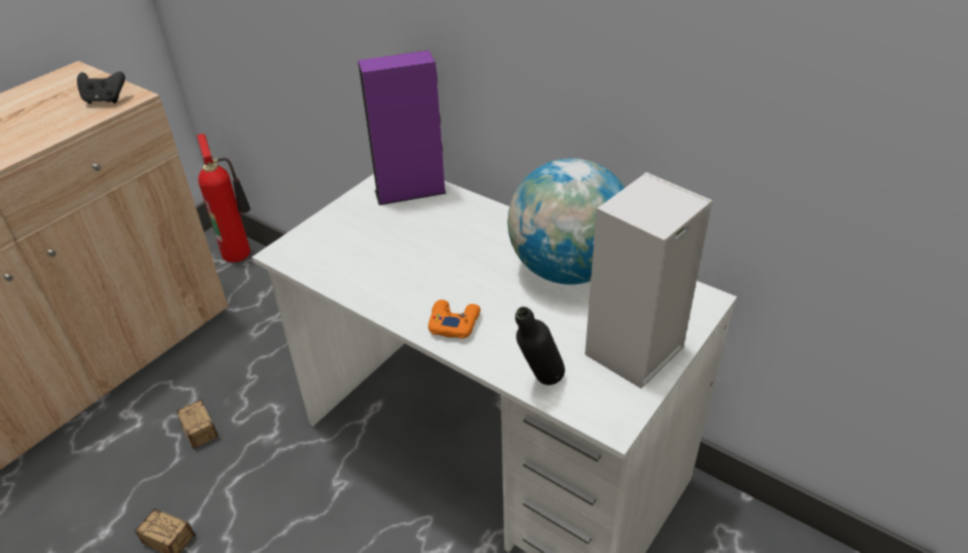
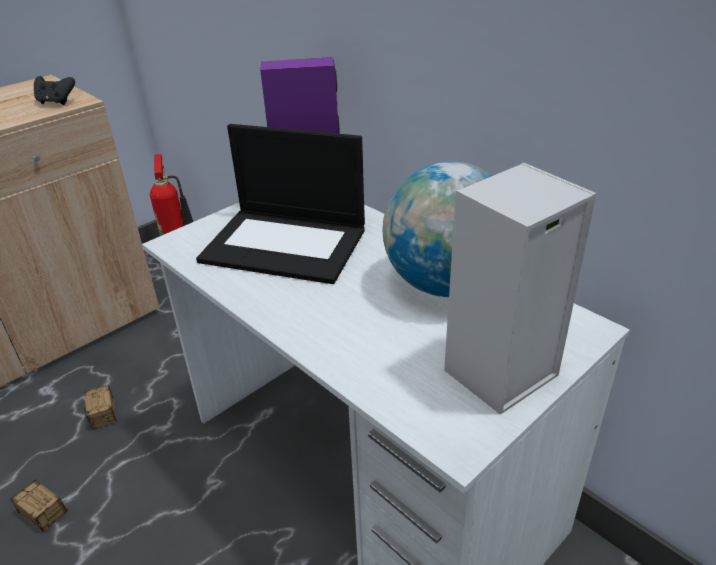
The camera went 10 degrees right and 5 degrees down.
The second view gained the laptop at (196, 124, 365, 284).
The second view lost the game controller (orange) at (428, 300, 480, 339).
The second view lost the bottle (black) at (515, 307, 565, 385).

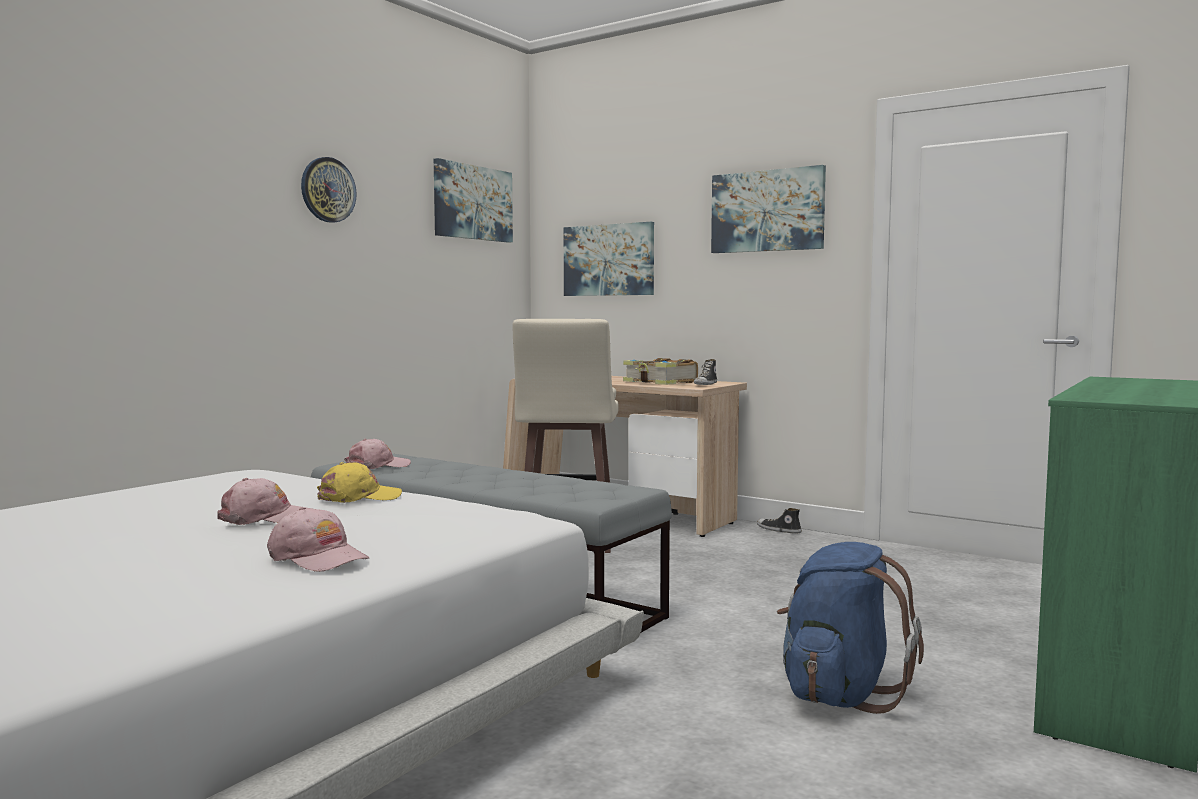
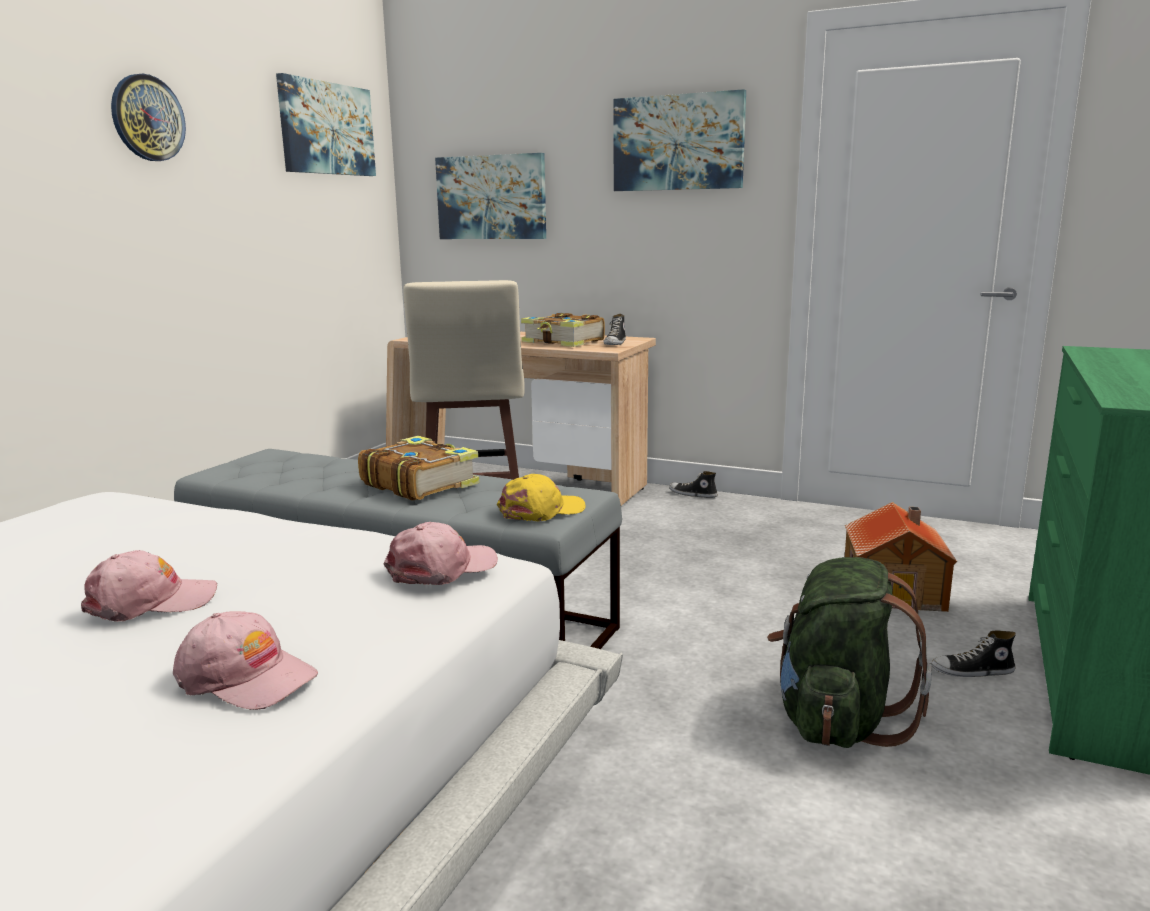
The camera went 10 degrees left and 10 degrees up.
The second view gained the book at (358, 436, 479, 501).
The cap (pink) ended up elsewhere, having gone from (344, 439, 411, 469) to (383, 522, 498, 585).
The cap (yellow) ended up elsewhere, having gone from (317, 462, 402, 503) to (497, 474, 586, 521).
What was the backpack (blue) at (777, 542, 924, 714) turned into the backpack (green) at (767, 557, 932, 748).
The second view gained the toy house at (845, 502, 957, 612).
The second view gained the shoe at (931, 631, 1016, 677).

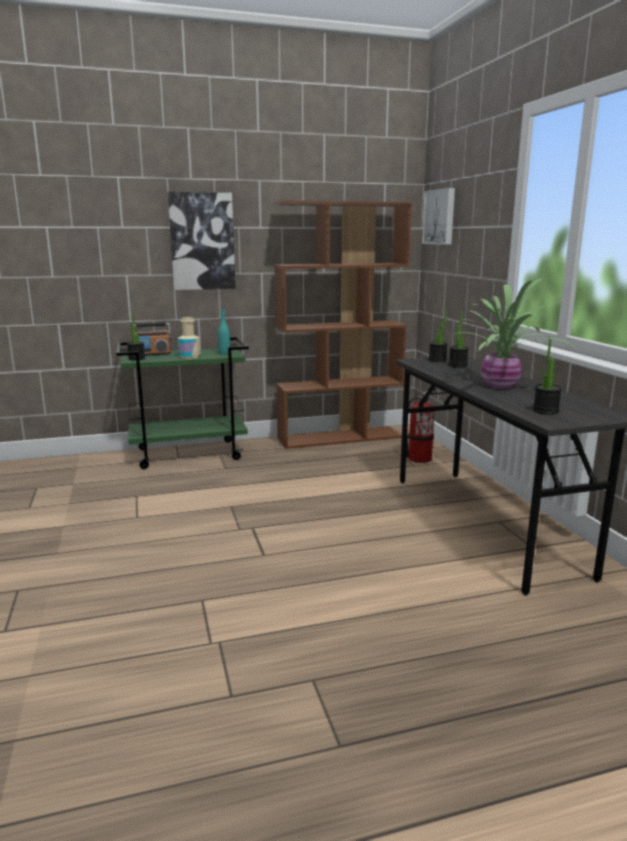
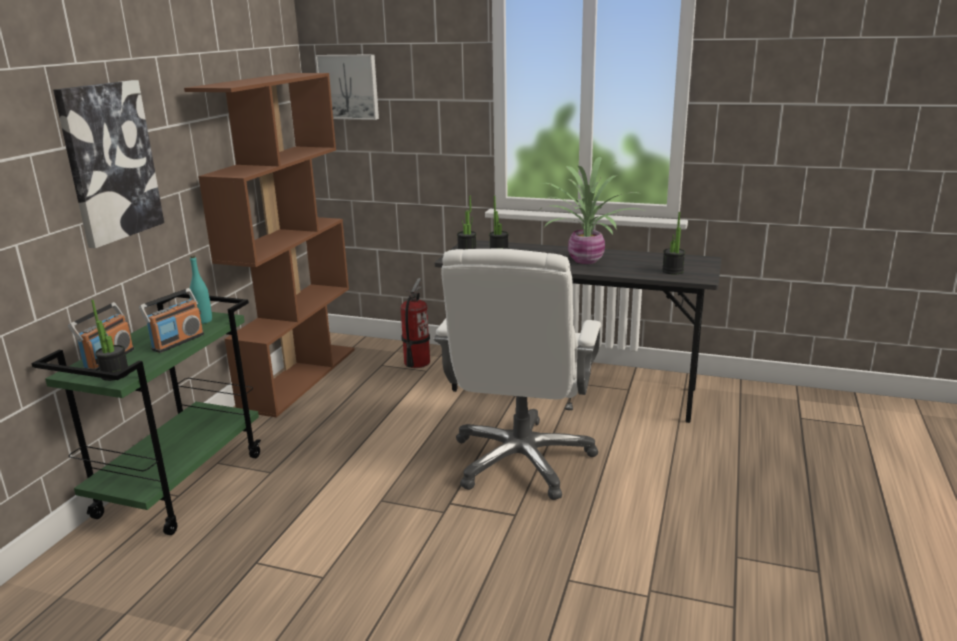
The camera went 55 degrees left and 5 degrees up.
Where the bottle (beige) stood at (178, 317, 200, 359), the radio came to stand at (139, 288, 204, 353).
The second view gained the office chair (white) at (434, 249, 601, 500).

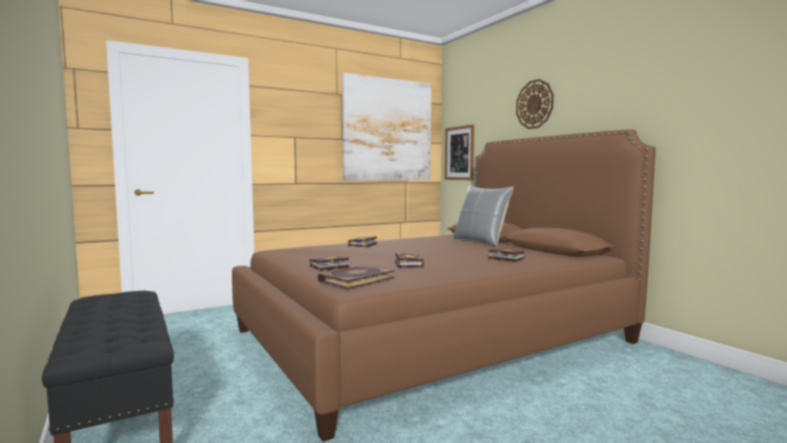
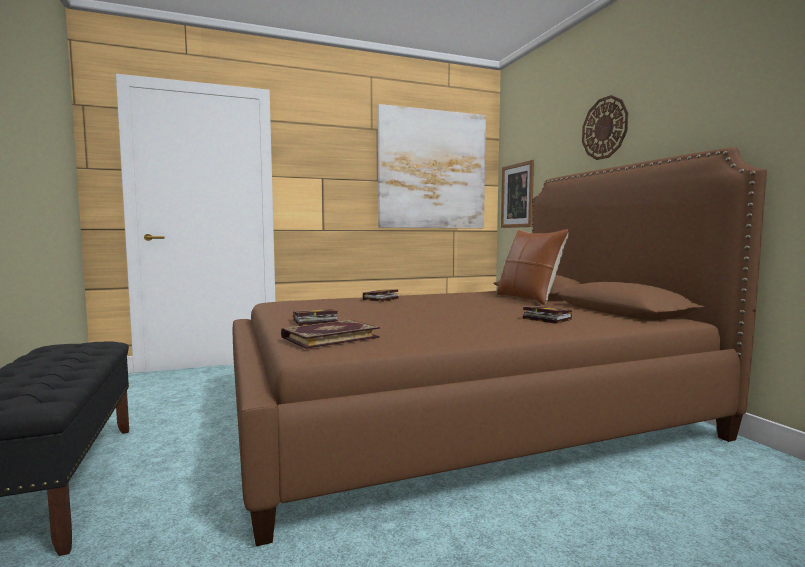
The camera went 10 degrees right and 0 degrees up.
What was the pillow (grey) at (453, 185, 514, 247) turned into the pillow (brown) at (497, 229, 569, 305).
The second view lost the book at (395, 253, 424, 268).

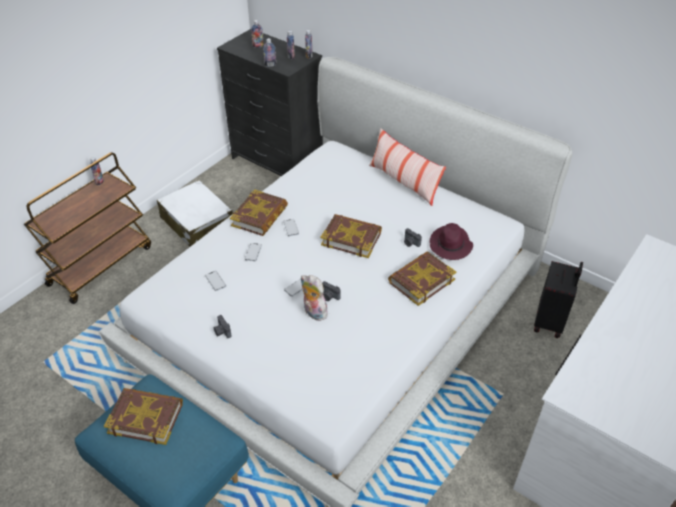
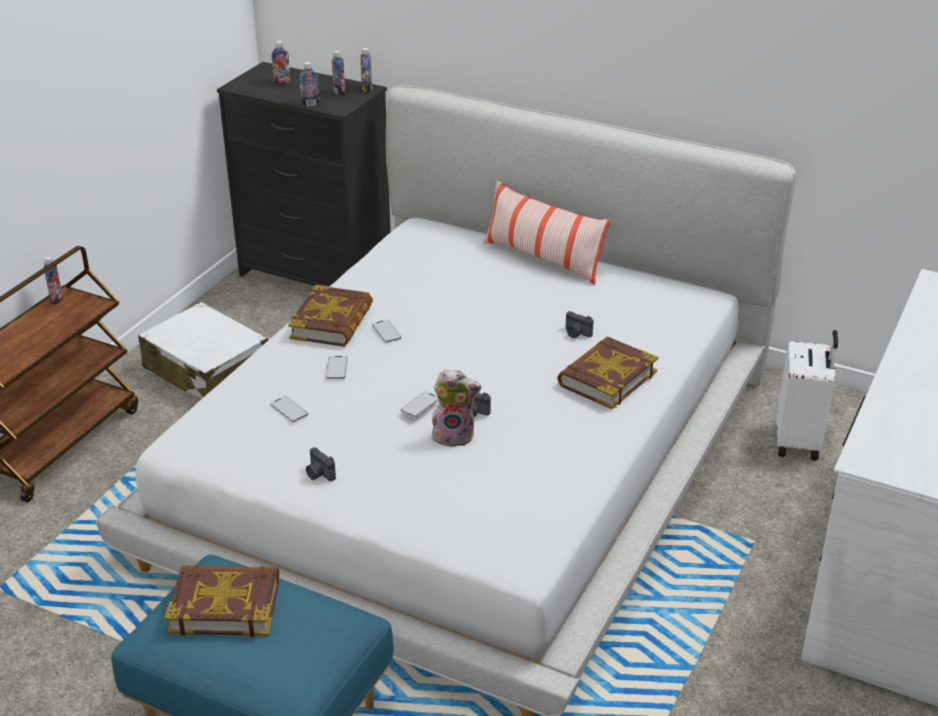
The camera went 10 degrees left and 10 degrees down.
The plush toy at (301, 275, 328, 321) ended up facing another way, 150 degrees clockwise from before.
What was the suitcase (black) at (534, 261, 583, 338) turned into the suitcase (white) at (777, 330, 838, 461).
The second view lost the book at (320, 214, 382, 258).
The second view lost the hat (purple) at (430, 223, 473, 260).

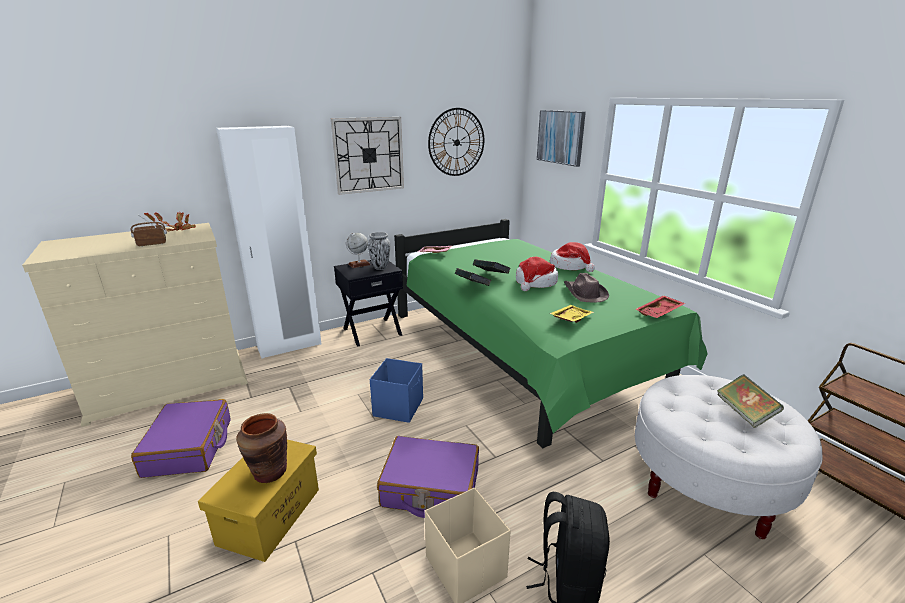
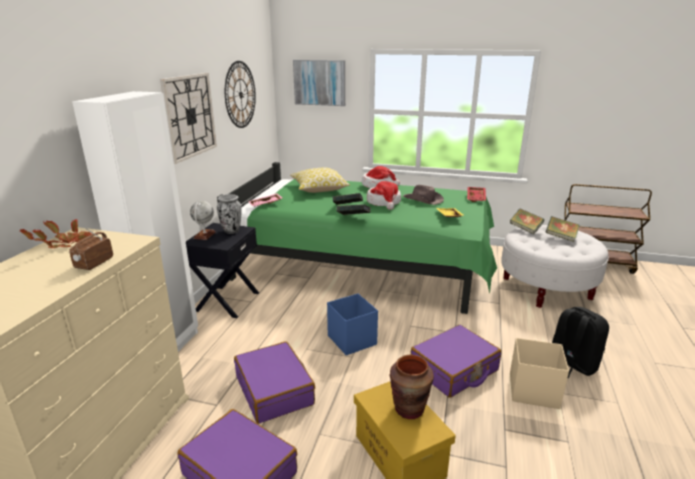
The camera went 45 degrees left and 0 degrees up.
The second view gained the suitcase (purple) at (234, 341, 315, 424).
The second view gained the pillow at (290, 168, 350, 193).
The second view gained the book at (510, 209, 544, 234).

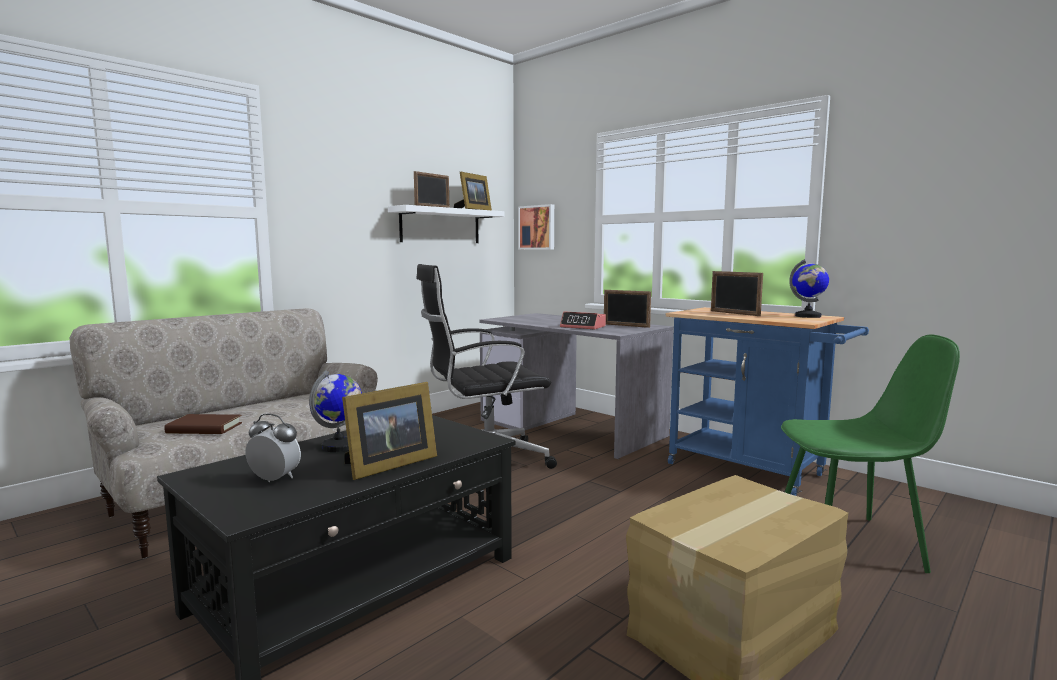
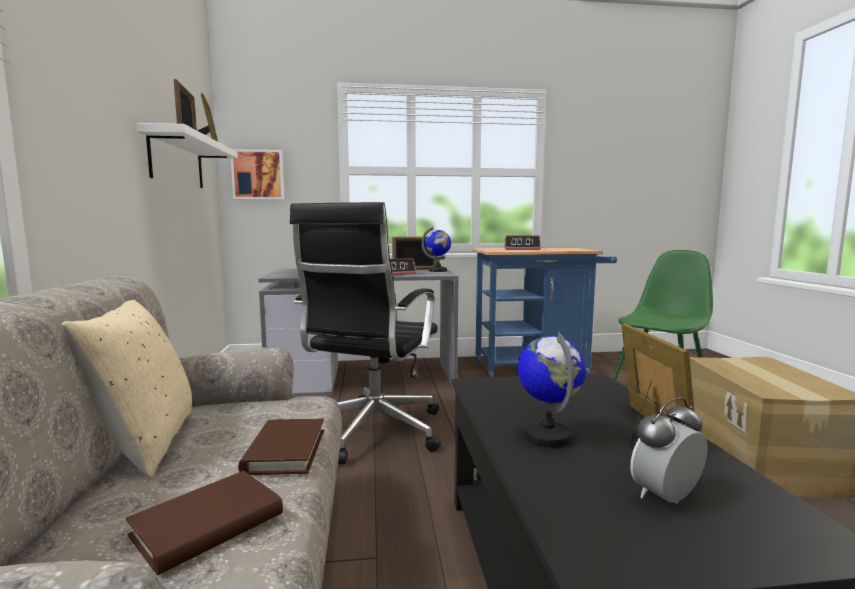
The camera went 50 degrees left and 0 degrees up.
The second view gained the pillow (beige) at (61, 300, 192, 478).
The second view gained the book (brown) at (238, 419, 324, 475).
The globe ended up elsewhere, having gone from (789, 259, 829, 318) to (421, 227, 451, 272).
Where the picture frame stood at (711, 271, 763, 316), the alarm clock came to stand at (504, 235, 541, 250).

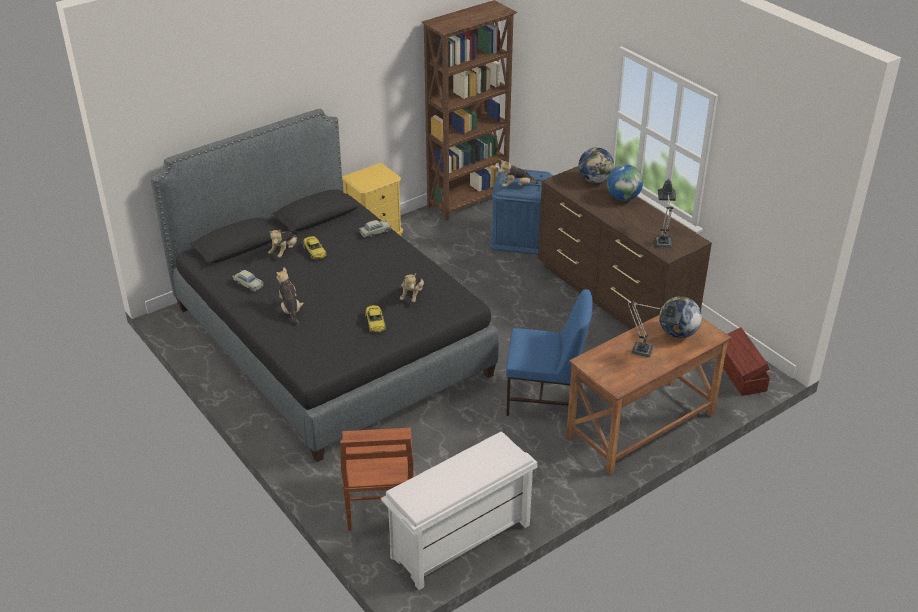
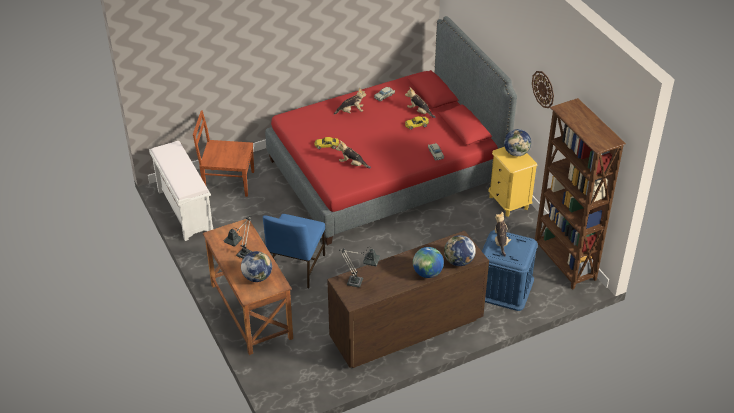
The camera went 100 degrees right and 5 degrees up.
What was the bed (black) at (150, 109, 499, 462) turned into the bed (red) at (265, 16, 517, 245).
The second view gained the globe at (504, 129, 531, 156).
The second view gained the wall clock at (532, 71, 554, 108).
The second view lost the storage box (brown) at (723, 327, 770, 396).

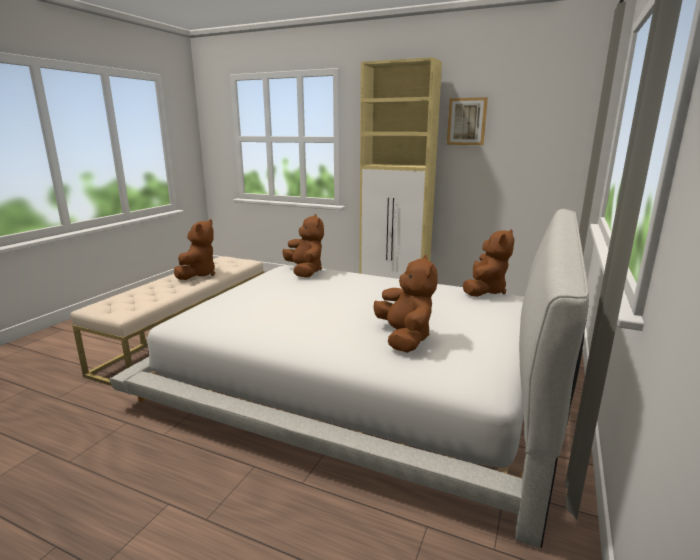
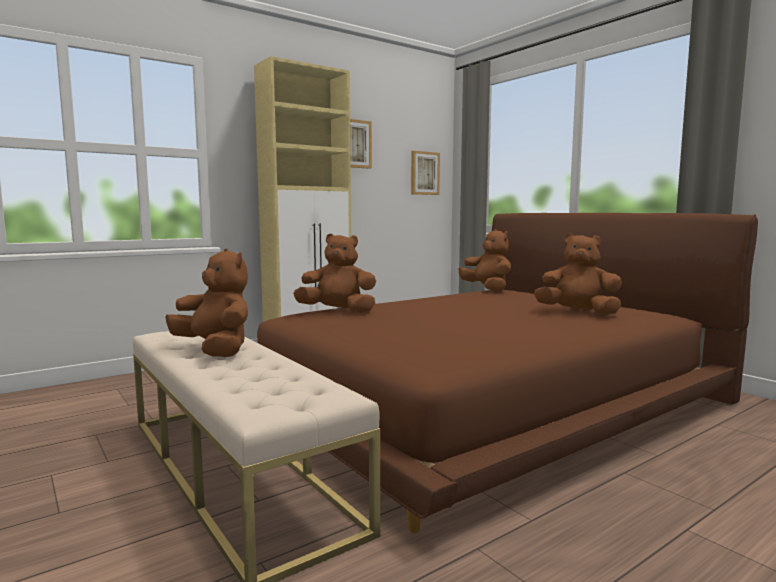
The camera went 60 degrees left and 10 degrees down.
What was the bed (white) at (109, 209, 589, 548) turned into the bed (brown) at (257, 213, 758, 533).
The second view gained the picture at (411, 151, 440, 195).

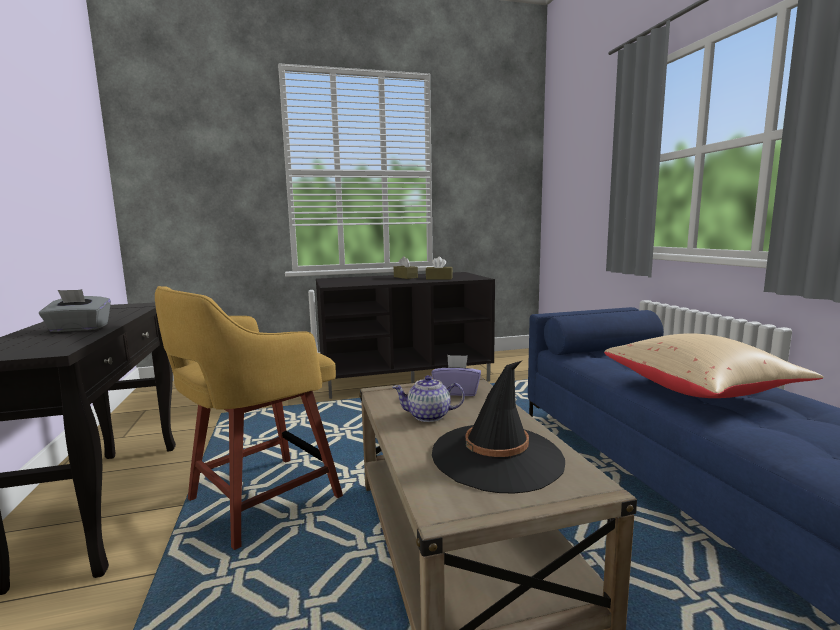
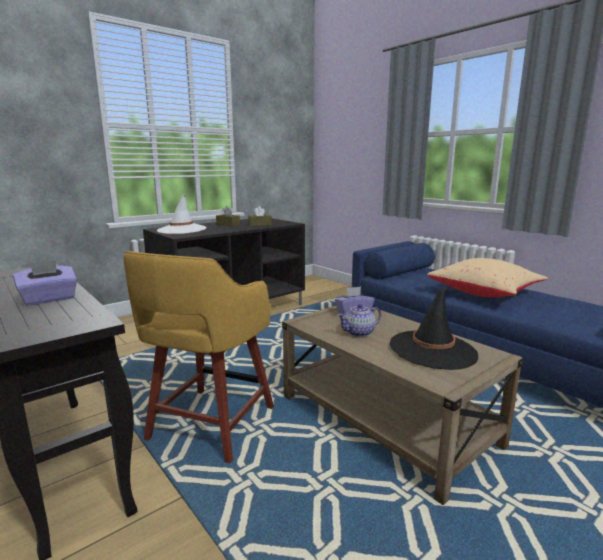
The camera went 25 degrees left and 5 degrees up.
What was the tissue box (grey) at (39, 289, 111, 332) turned into the tissue box (purple) at (13, 260, 77, 306).
The second view gained the hat (white) at (157, 194, 206, 234).

